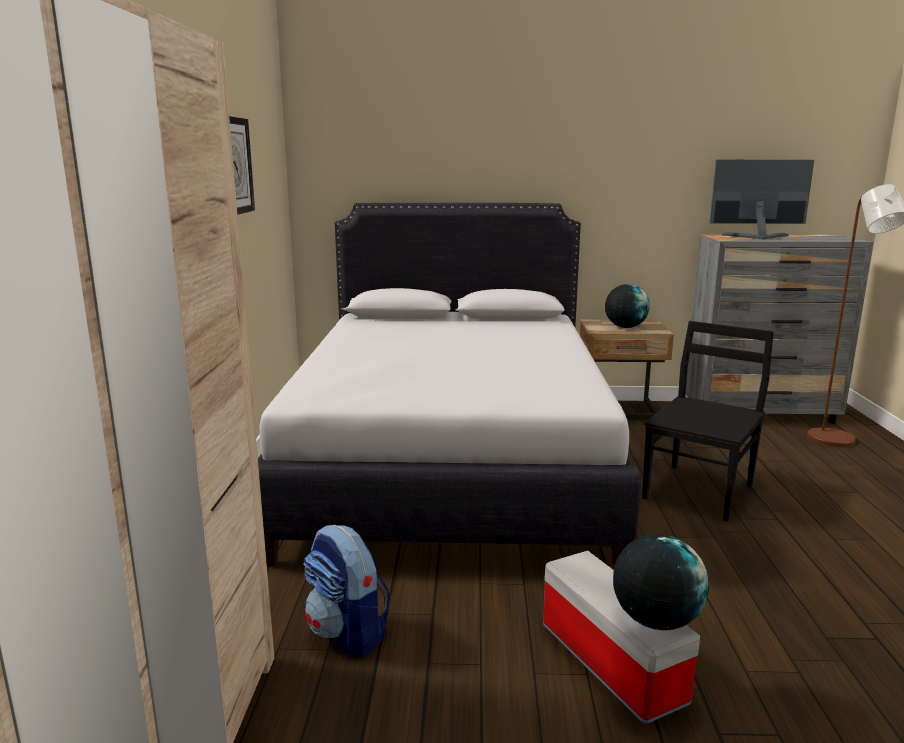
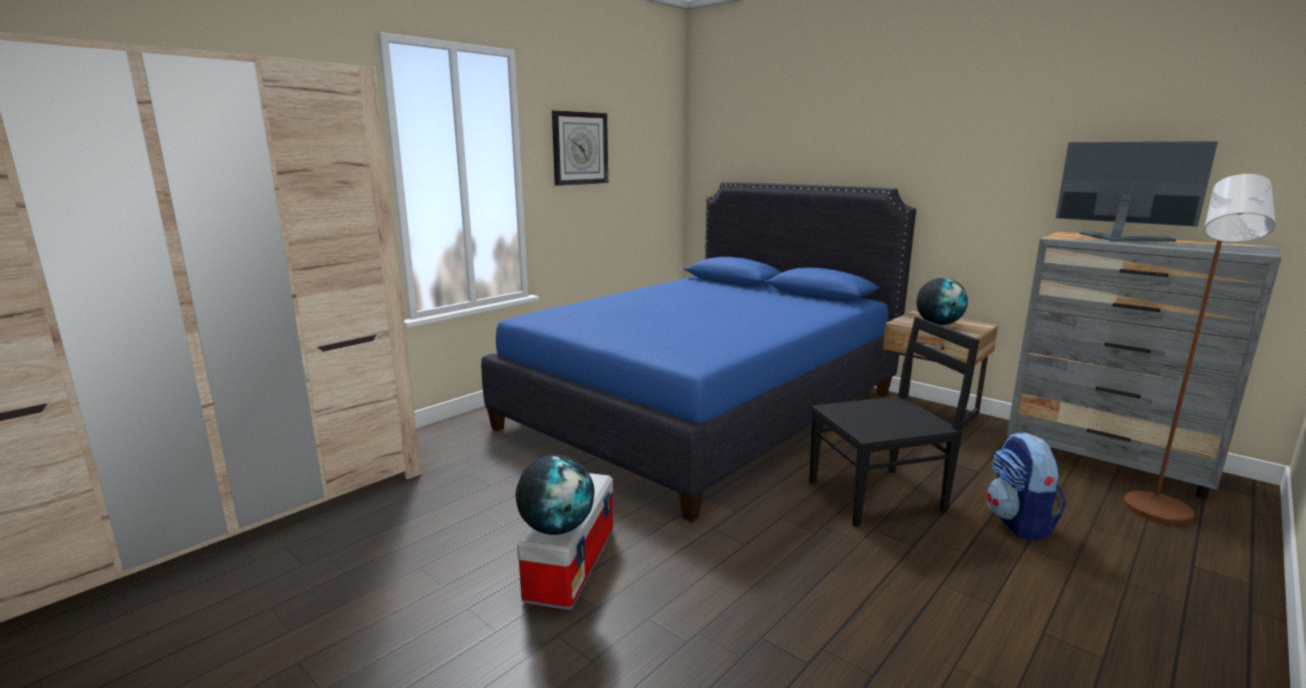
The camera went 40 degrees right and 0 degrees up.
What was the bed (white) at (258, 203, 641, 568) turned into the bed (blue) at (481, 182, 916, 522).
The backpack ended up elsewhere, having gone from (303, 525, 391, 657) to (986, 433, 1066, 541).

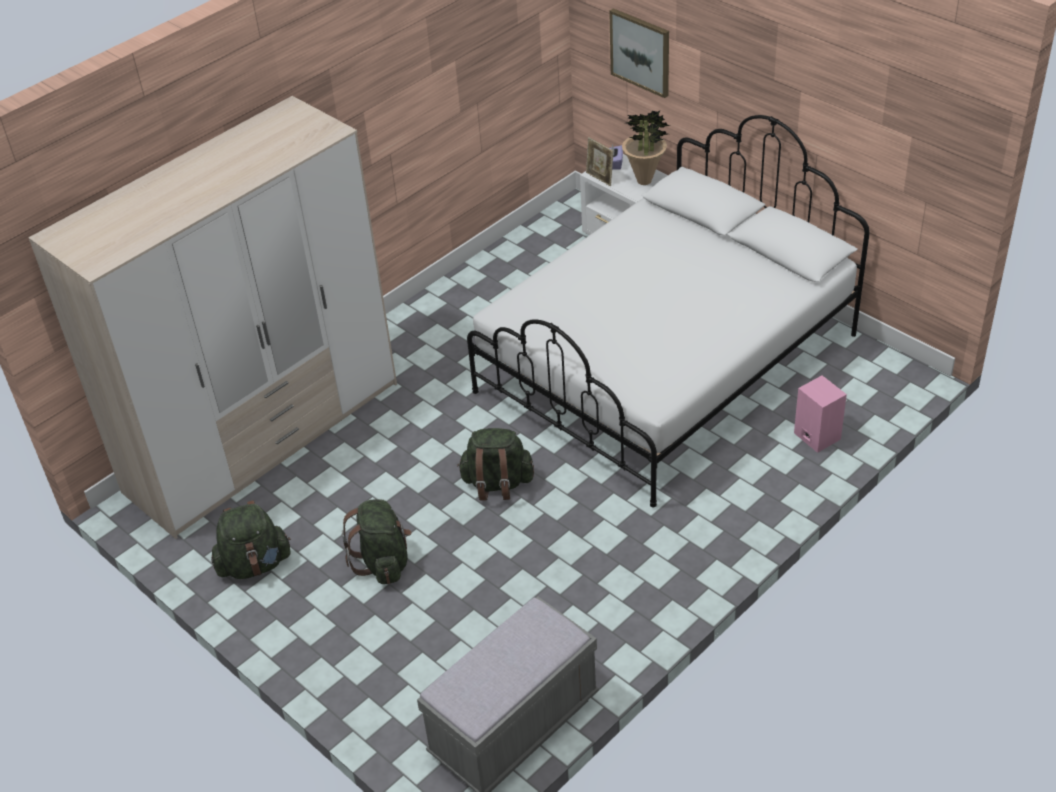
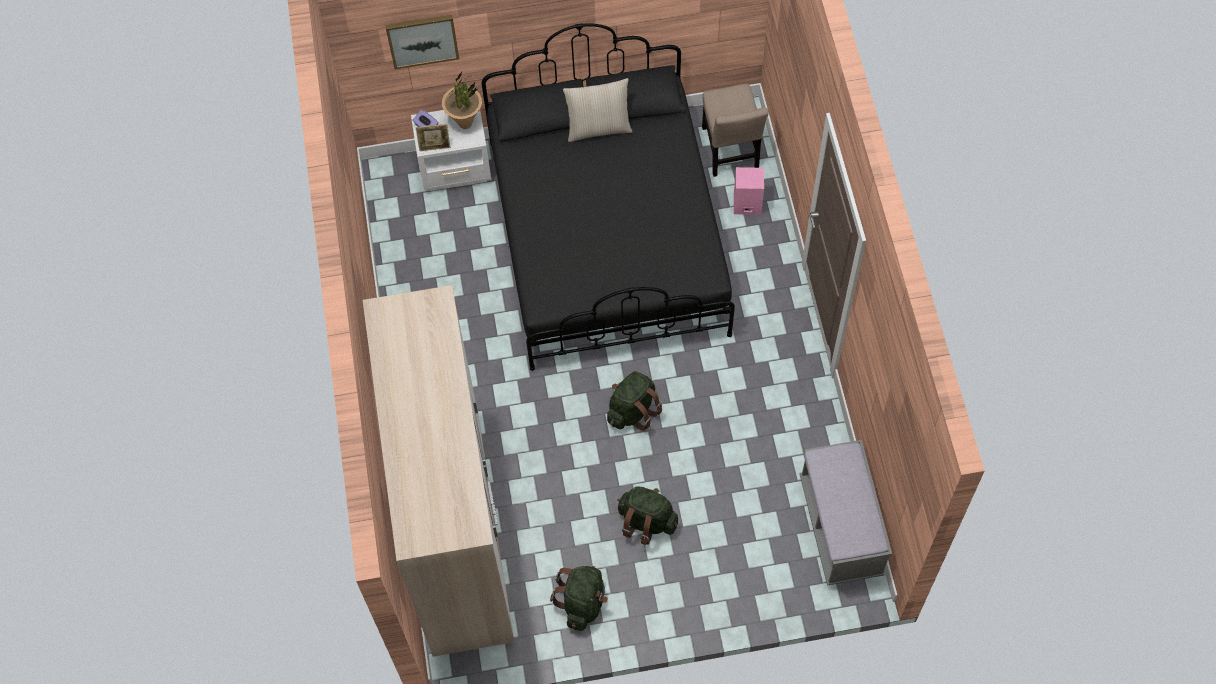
The camera went 55 degrees left and 20 degrees up.
What was the bed (white) at (467, 115, 870, 507) turned into the bed (black) at (482, 24, 735, 371).
The second view gained the pillow (beige) at (563, 78, 633, 142).
The second view gained the chair (beige) at (702, 83, 769, 177).

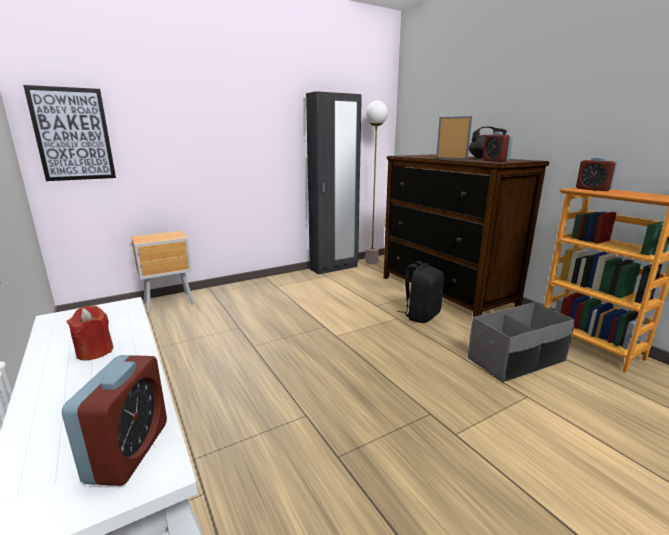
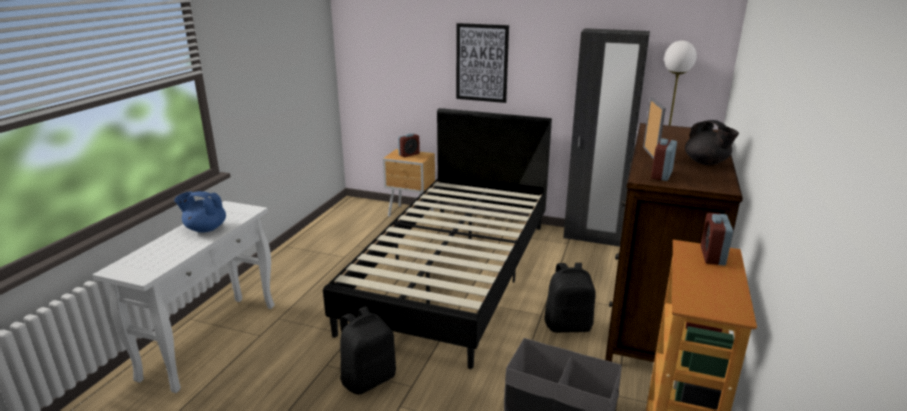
The camera went 50 degrees right and 5 degrees up.
Where the candle (red) stood at (67, 306, 113, 361), the teapot (blue) came to stand at (174, 191, 226, 233).
The second view gained the bed (black) at (323, 108, 552, 369).
The second view gained the backpack (black) at (340, 306, 396, 395).
The alarm clock ended up elsewhere, having gone from (62, 355, 167, 486) to (398, 134, 420, 157).
The picture ended up elsewhere, having gone from (23, 85, 116, 181) to (456, 23, 509, 103).

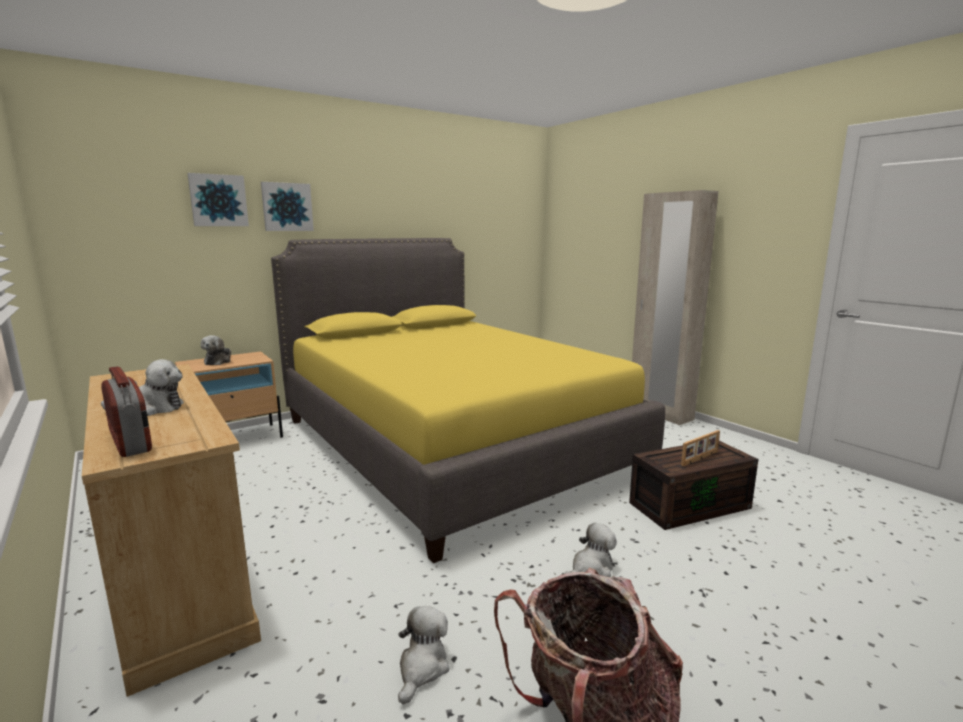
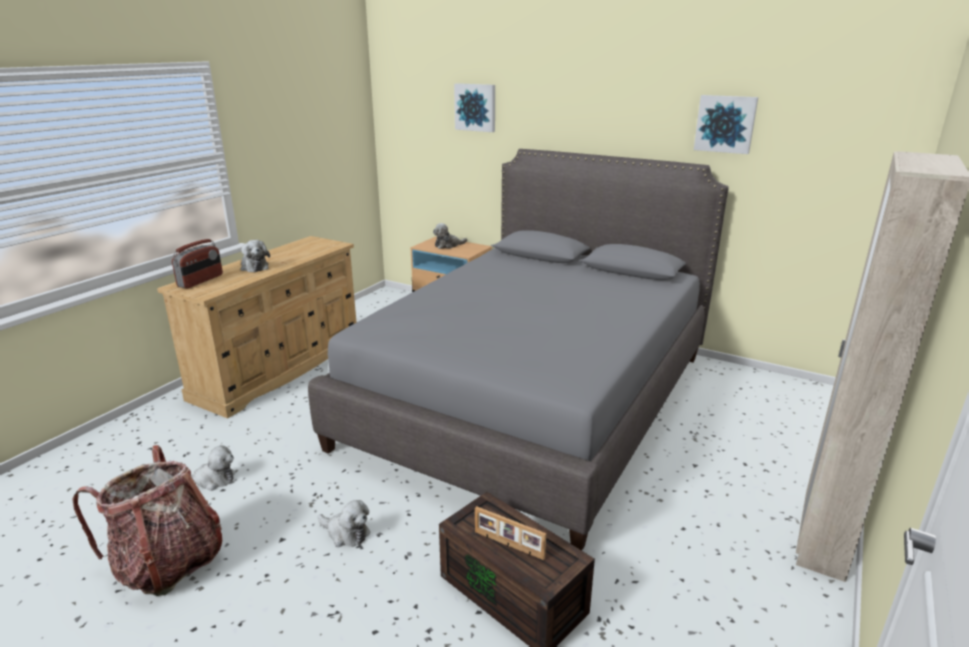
The camera went 65 degrees right and 10 degrees up.
What was the bed (yellow) at (271, 238, 665, 563) turned into the bed (grey) at (308, 149, 729, 551).
The picture ended up elsewhere, having gone from (261, 182, 314, 231) to (694, 95, 758, 154).

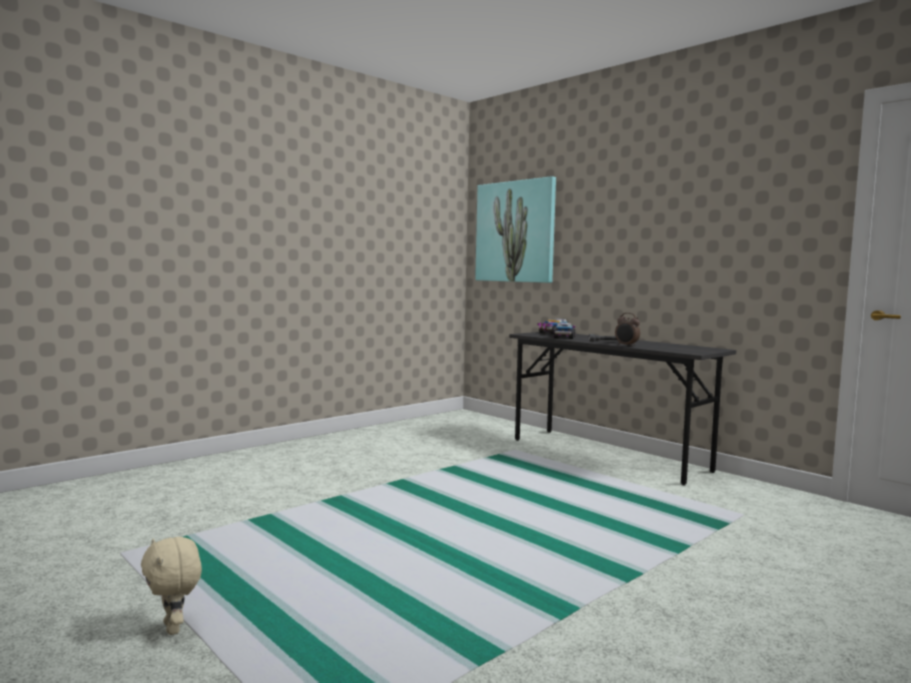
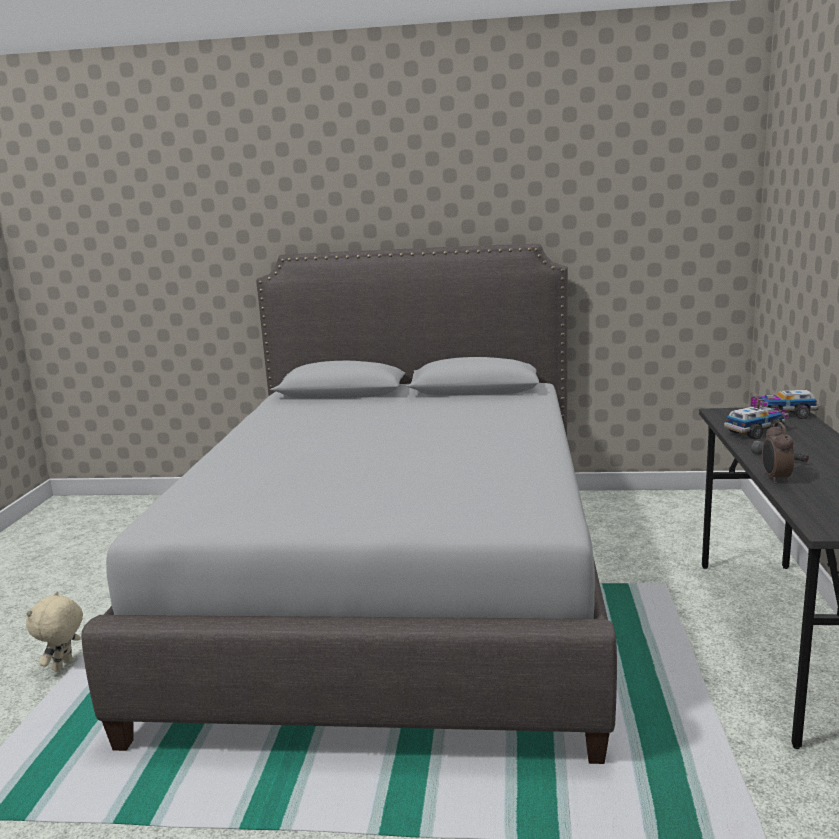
The camera went 50 degrees right and 10 degrees up.
The second view gained the bed (grey) at (81, 244, 617, 764).
The second view lost the picture at (475, 176, 556, 283).

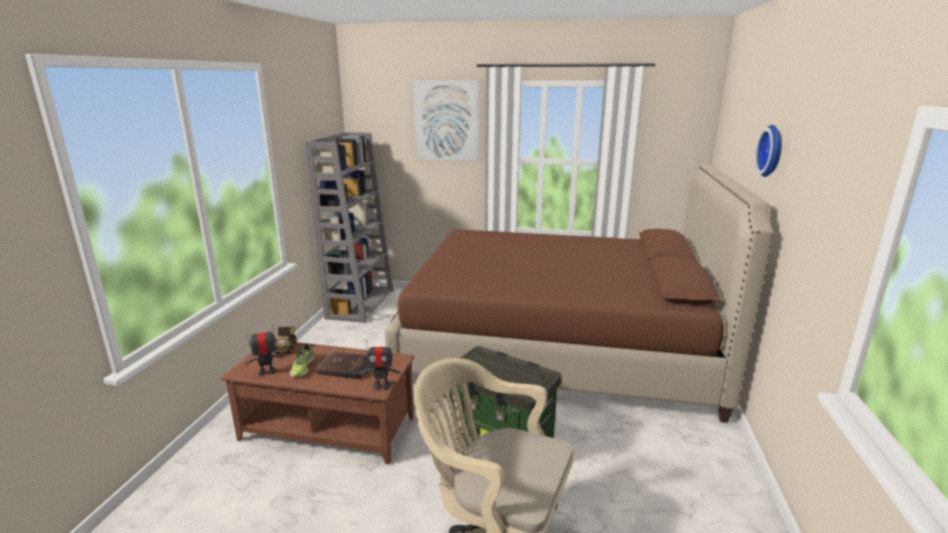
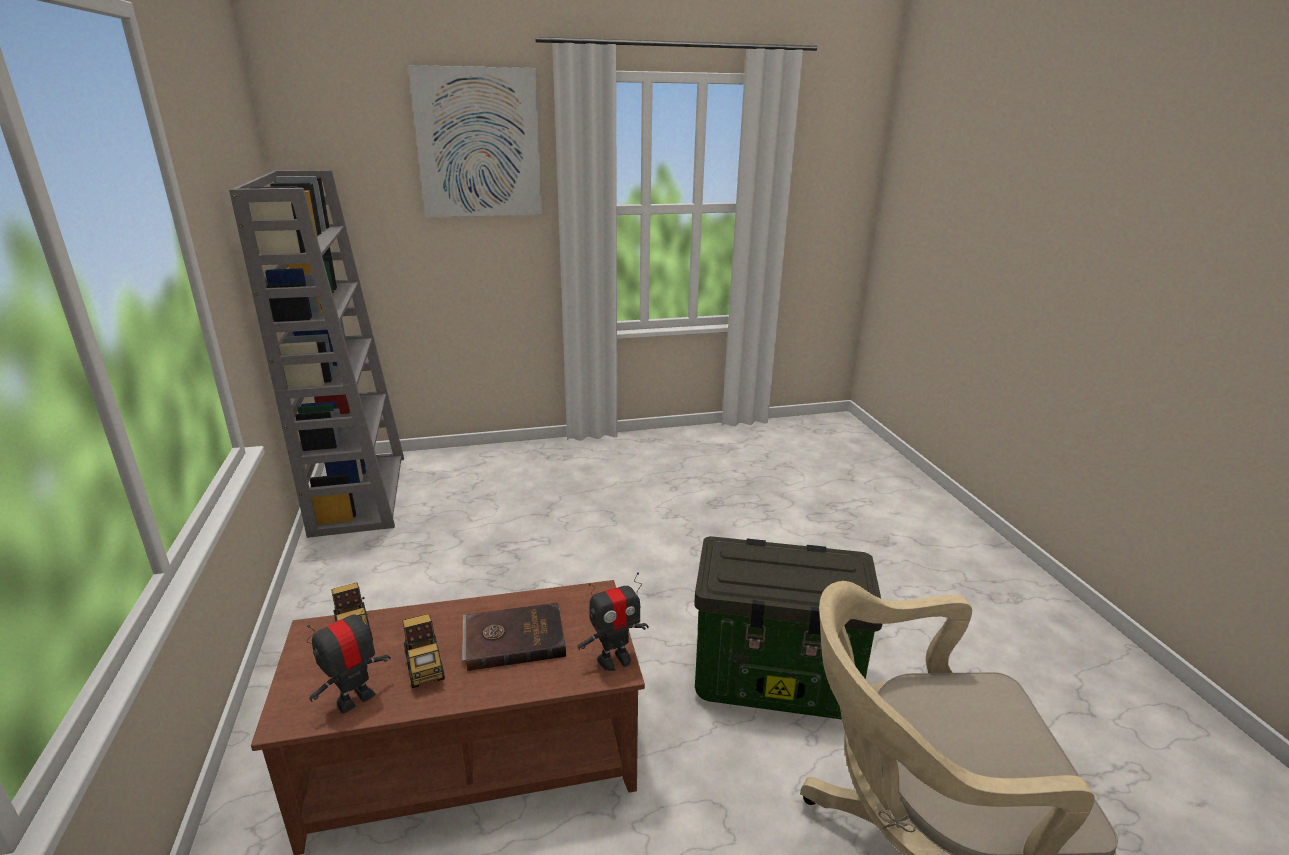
The camera went 25 degrees left and 5 degrees up.
Where the shoe stood at (290, 344, 314, 377), the toy truck came to stand at (402, 614, 445, 688).
The second view lost the bed (brown) at (384, 165, 773, 423).
The second view lost the wall clock at (755, 125, 782, 177).

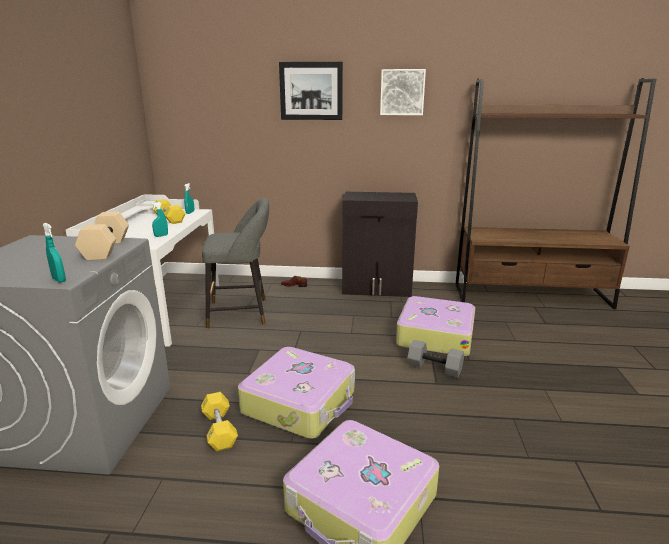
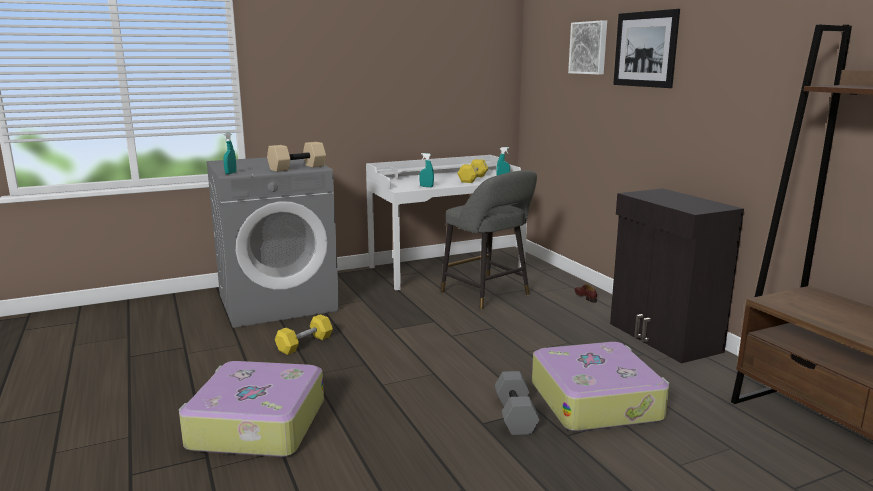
The camera went 60 degrees right and 5 degrees down.
The picture ended up elsewhere, having gone from (380, 69, 426, 115) to (568, 20, 607, 75).
The second view lost the suitcase at (238, 347, 355, 439).

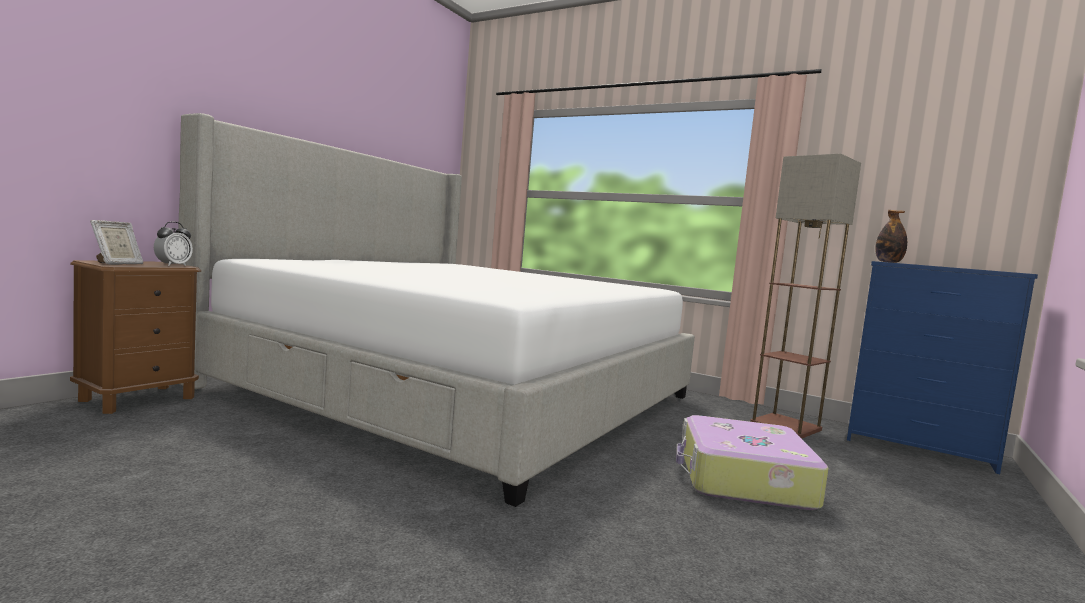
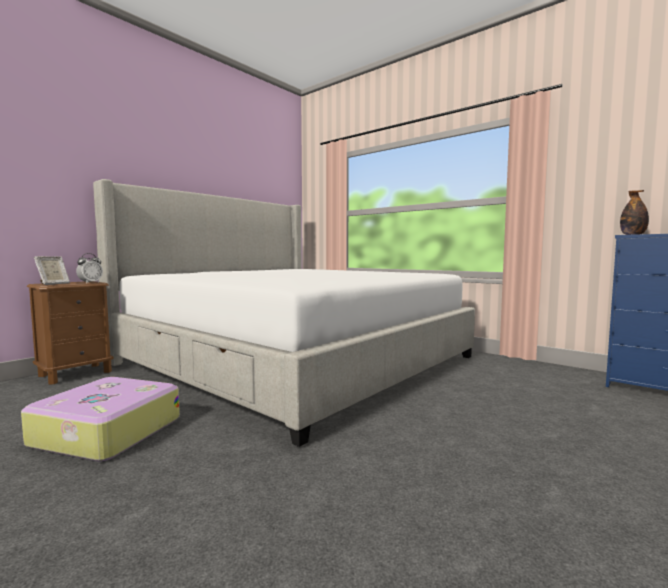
The camera went 10 degrees right and 0 degrees up.
The suitcase ended up elsewhere, having gone from (676, 415, 829, 510) to (21, 377, 180, 462).
The second view lost the floor lamp at (750, 153, 861, 438).

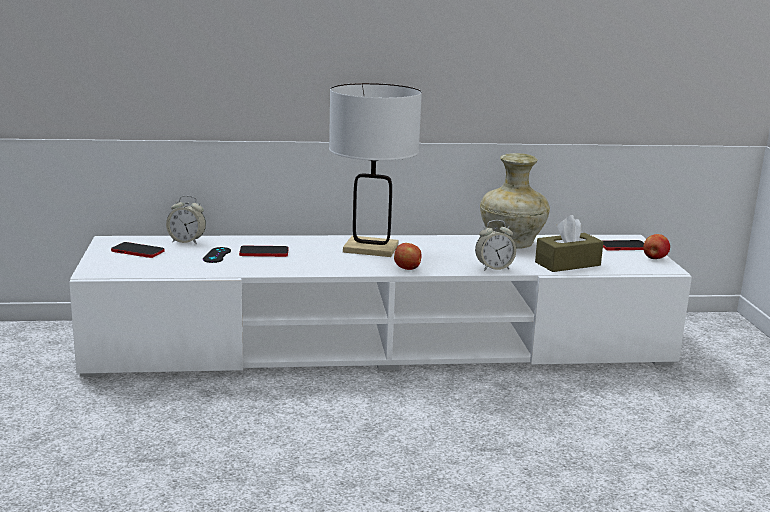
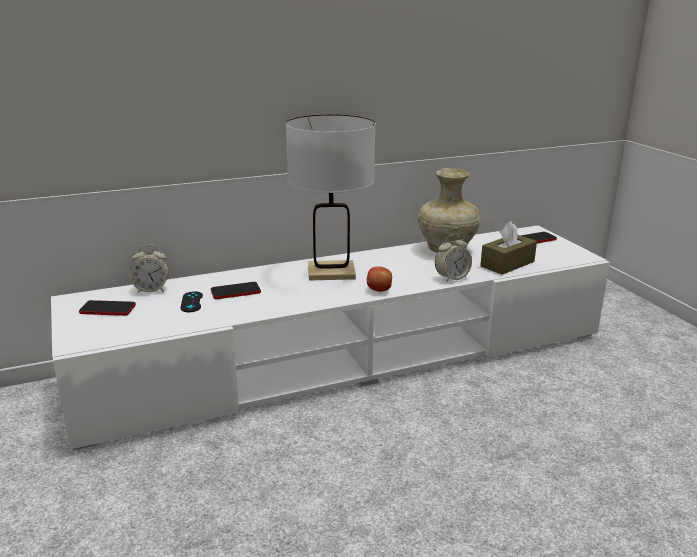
The camera went 15 degrees left and 5 degrees up.
The second view lost the apple at (643, 234, 670, 259).

